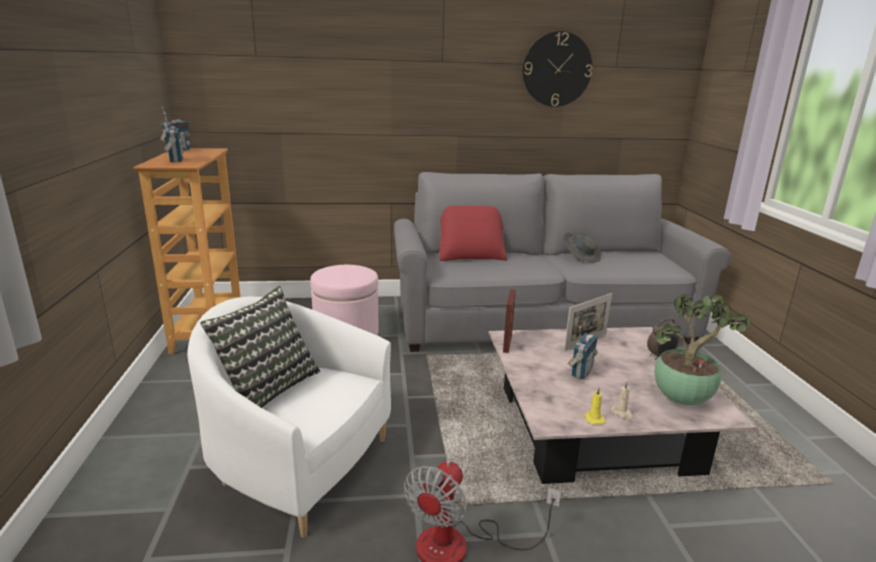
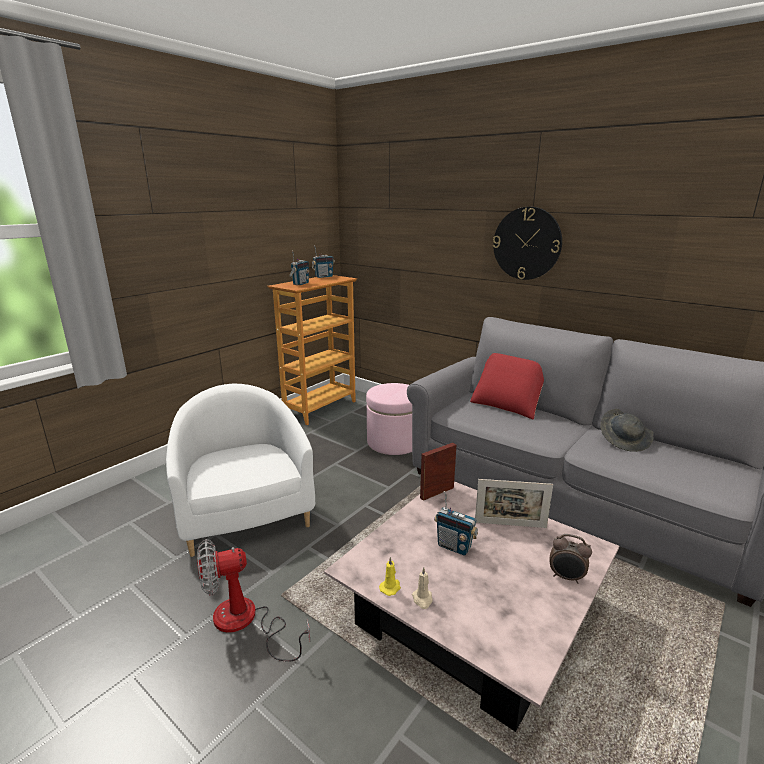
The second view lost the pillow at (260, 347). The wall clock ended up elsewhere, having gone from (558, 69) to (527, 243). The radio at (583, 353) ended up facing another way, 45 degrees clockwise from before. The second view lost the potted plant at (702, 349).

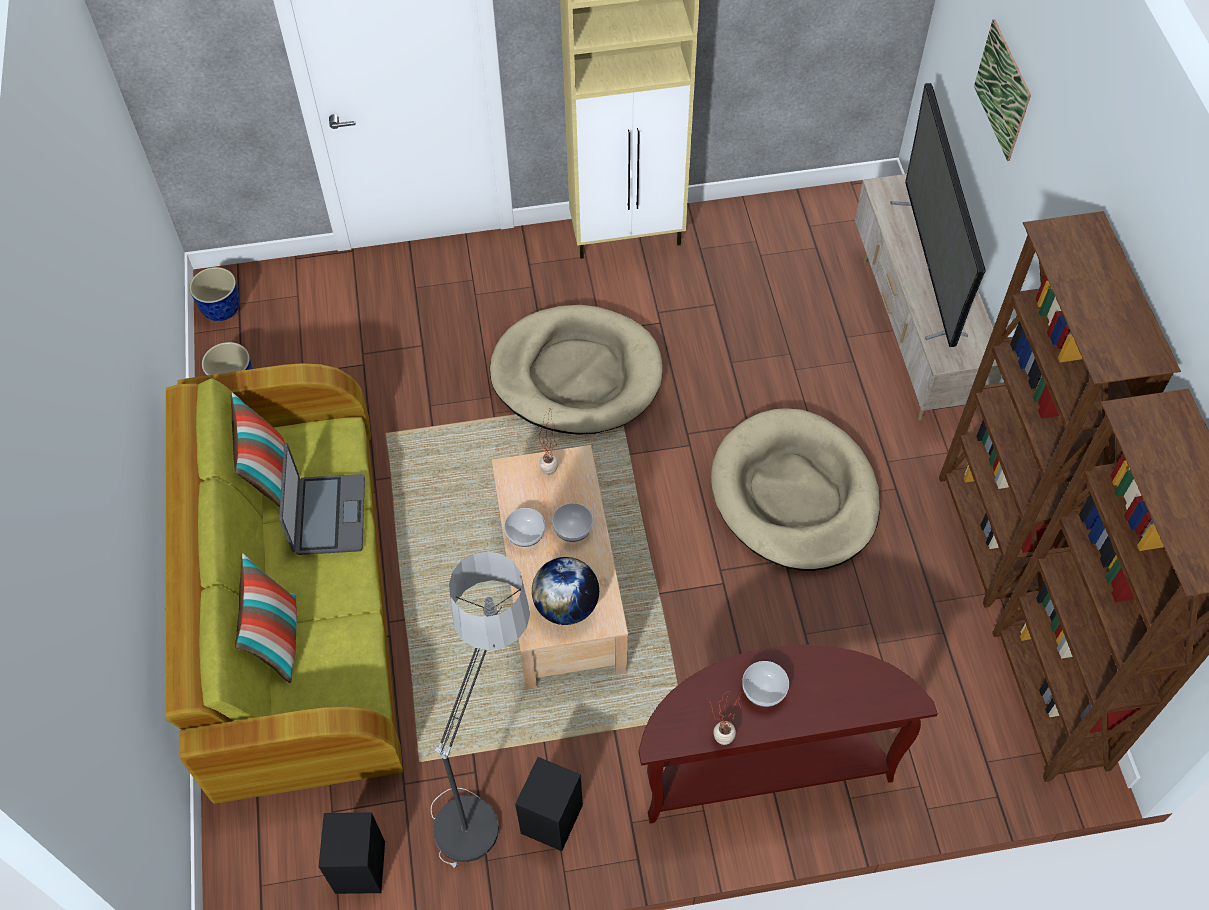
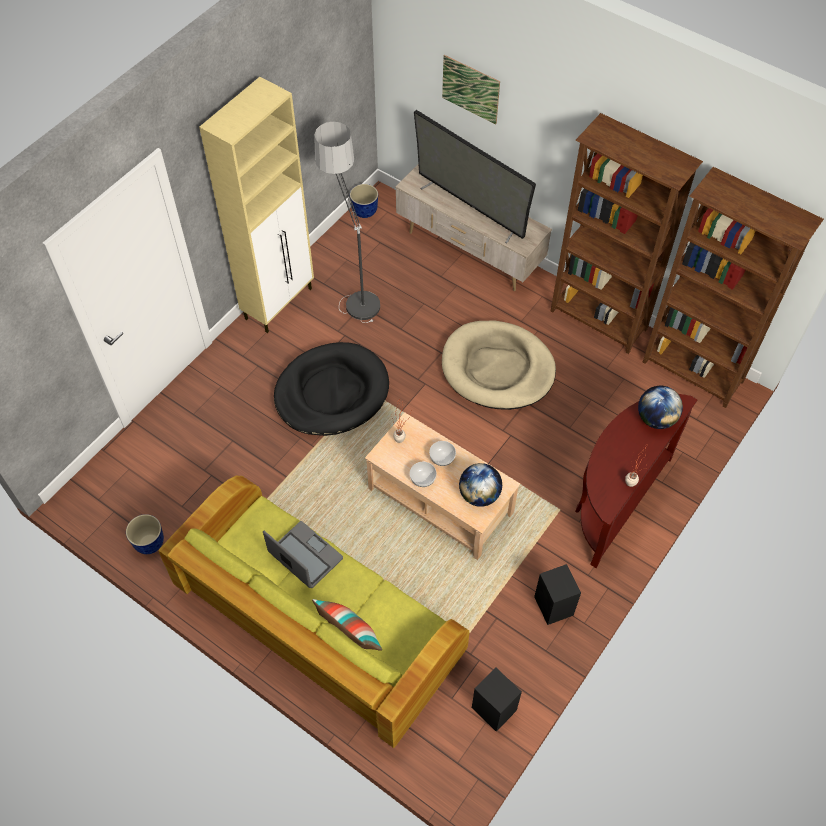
The planter ended up elsewhere, having gone from (214, 294) to (364, 201). The second view lost the pillow at (258, 450). The floor lamp ended up elsewhere, having gone from (480, 709) to (347, 222). What was the dog bed/beige at (576, 370) turned into the dog bed/black at (331, 389). The second view lost the bowl at (765, 684). The second view gained the globe at (660, 407).

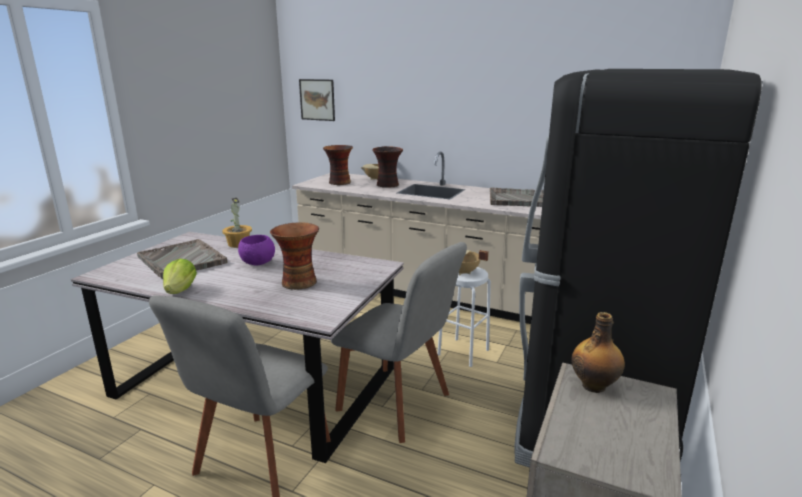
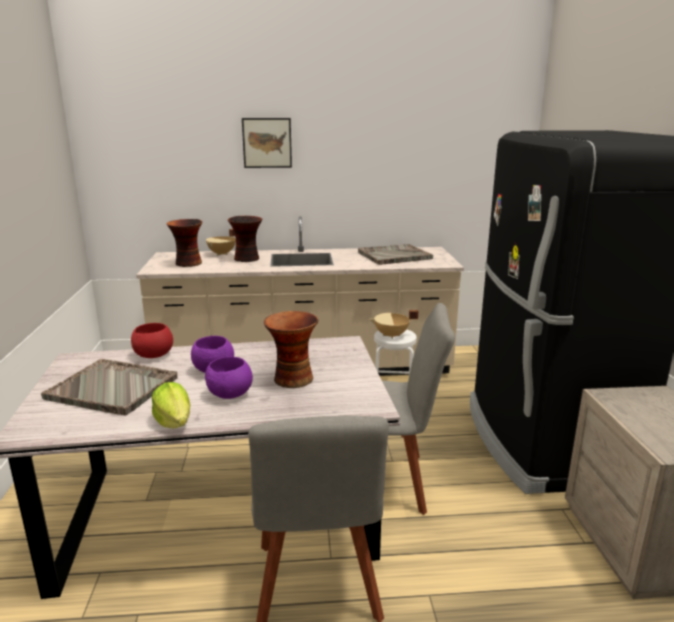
Where the potted plant stood at (237, 223), the bowl/red came to stand at (152, 340). The picture ended up elsewhere, having gone from (317, 100) to (267, 143). The second view lost the bottle at (598, 352). The second view gained the bowl/purple at (229, 378).

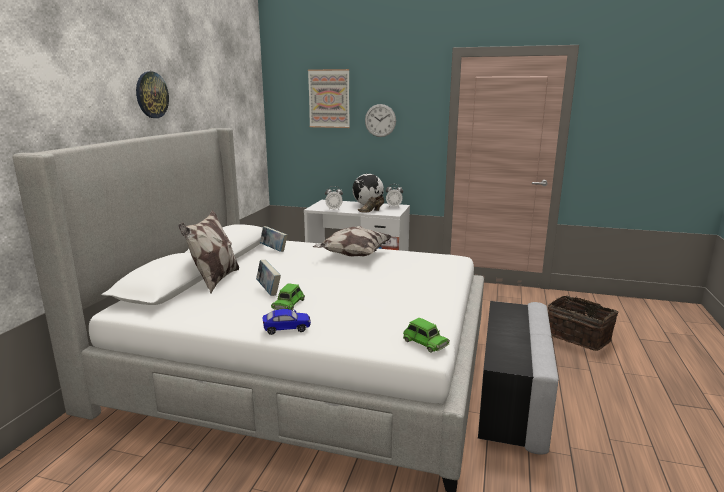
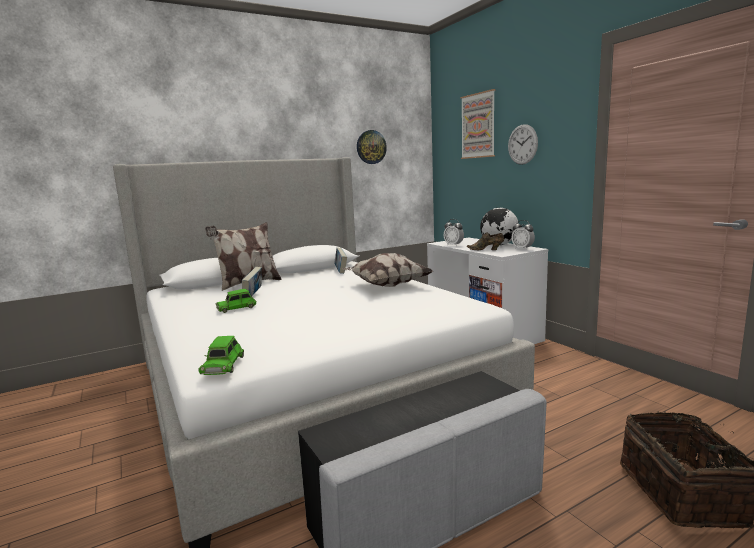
The wall clock ended up elsewhere, having gone from (152, 95) to (372, 147). The second view lost the toy car at (287, 322).

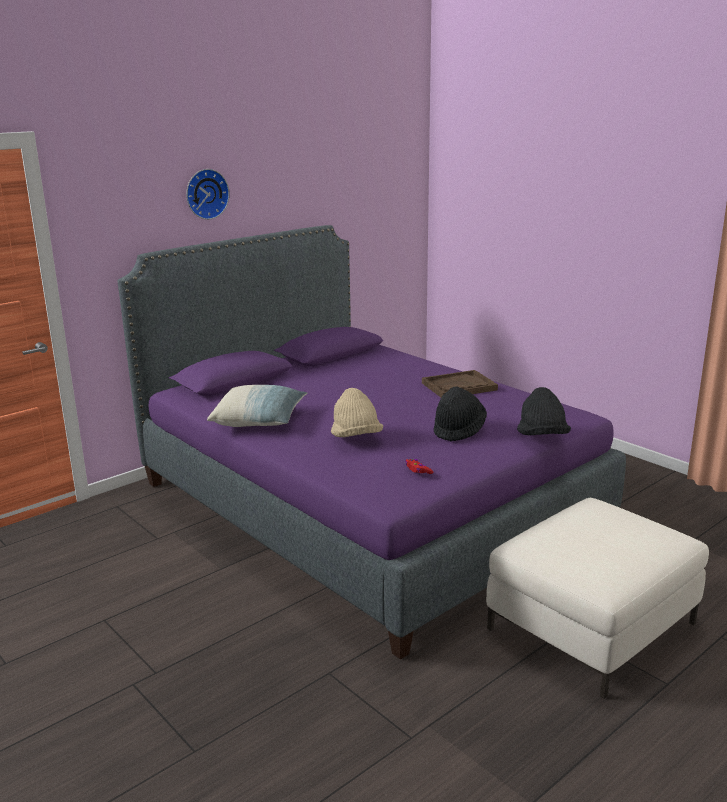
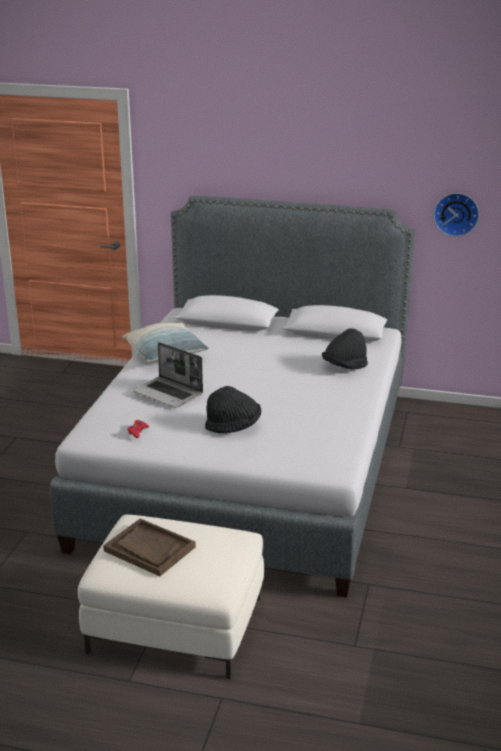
What was the bed/purple at (372, 442) turned into the bed/grey at (232, 396). The wall clock ended up elsewhere, having gone from (208, 194) to (456, 215). Where the hat/beige stood at (357, 412), the laptop came to stand at (168, 375). The tray/brown ended up elsewhere, having gone from (460, 383) to (149, 547). The hat/black ended up elsewhere, having gone from (544, 411) to (345, 348).

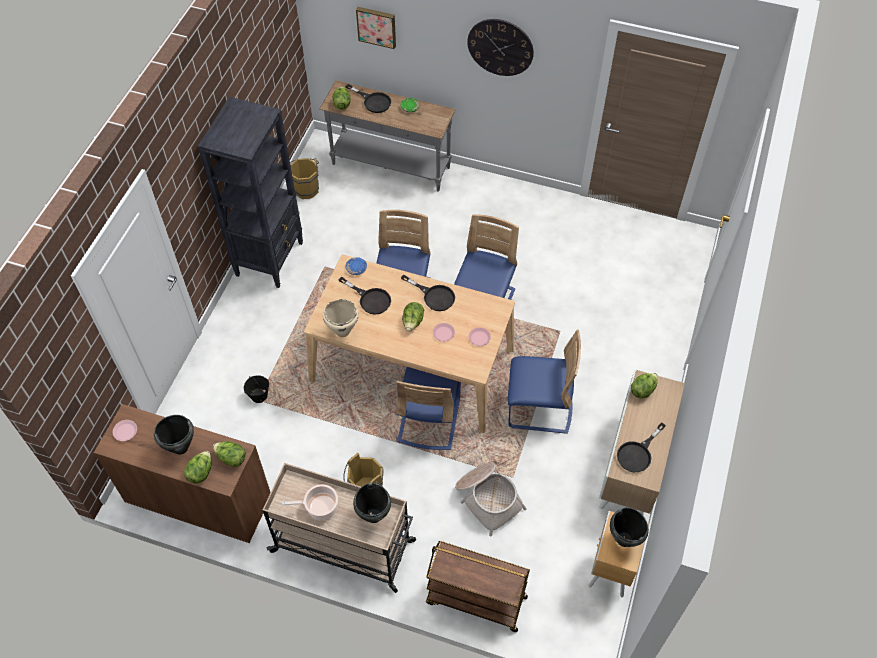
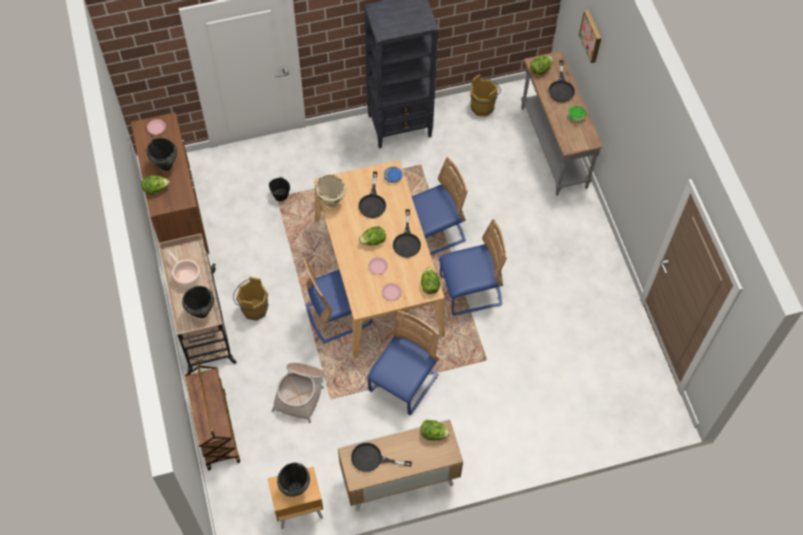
The lettuce ended up elsewhere, having gone from (229, 454) to (430, 280). The second view lost the wall clock at (500, 47). The chair/blue at (544, 382) ended up facing another way, 120 degrees counterclockwise from before.

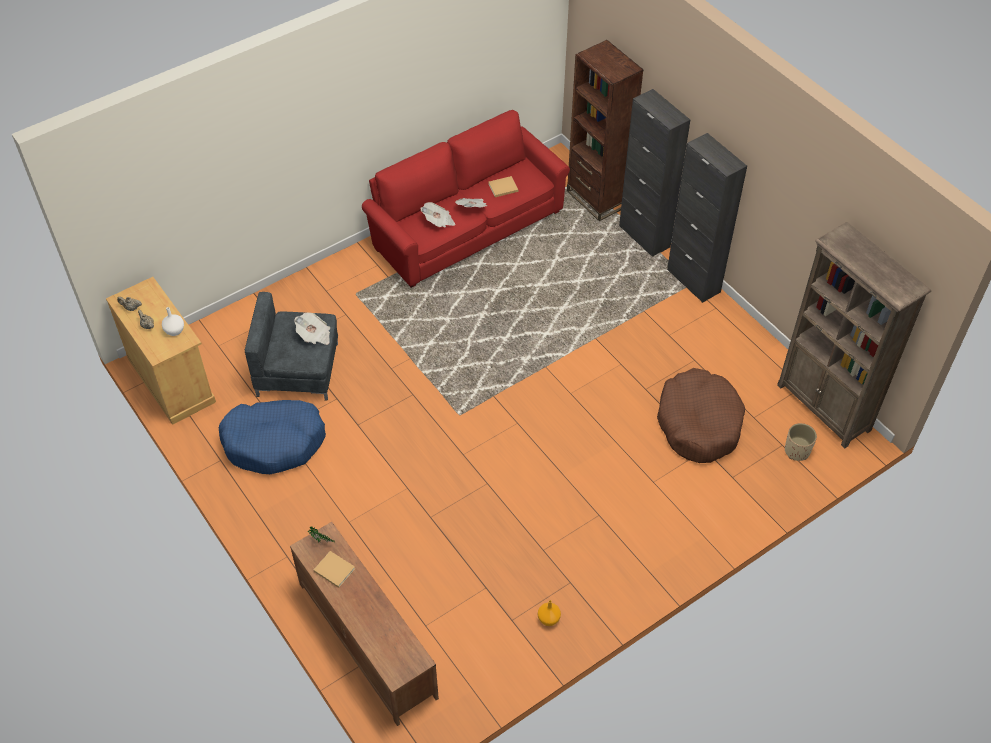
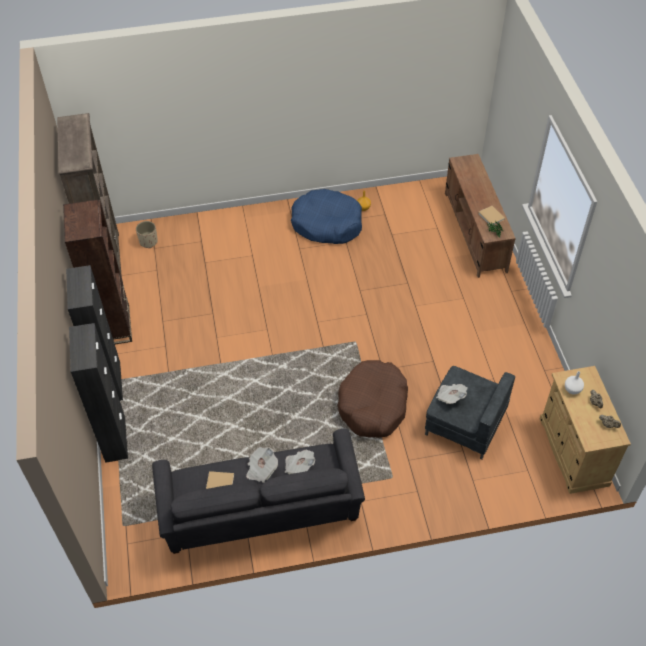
The dog bed/blue ended up elsewhere, having gone from (272, 437) to (326, 216). What was the sofa/red at (466, 199) turned into the sofa/grey at (258, 491). The bookcase/brown ended up elsewhere, having gone from (605, 130) to (97, 271). The dog bed/brown ended up elsewhere, having gone from (701, 415) to (373, 399).

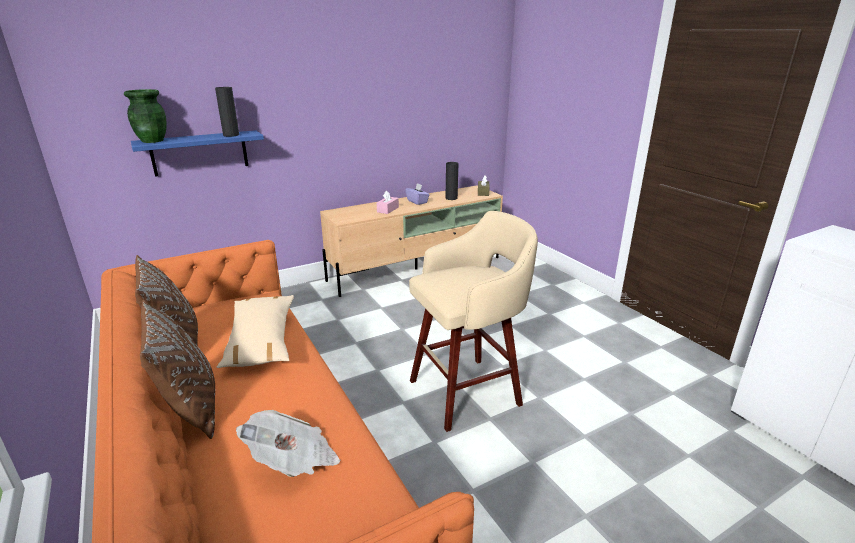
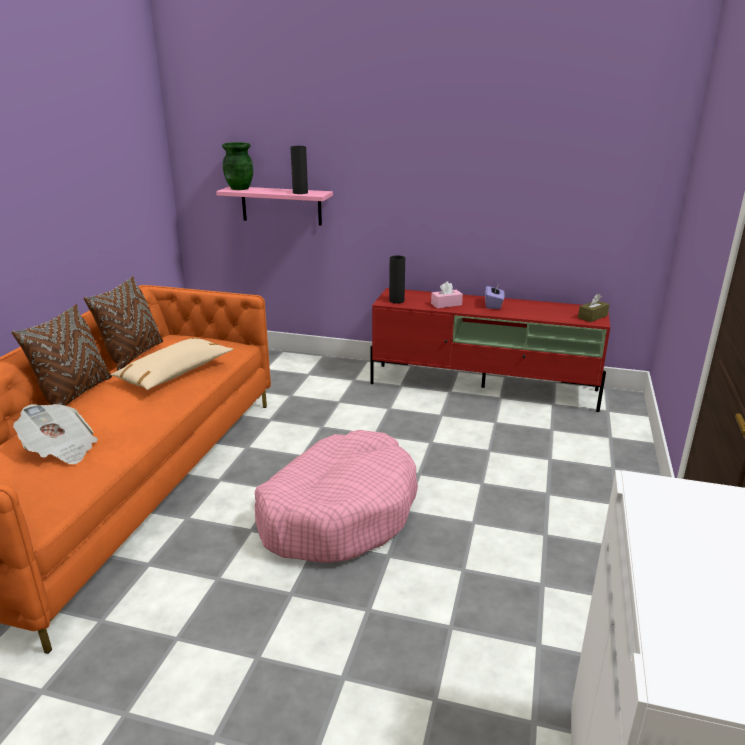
What was the shelf/blue at (197, 153) turned into the shelf/pink at (274, 205). What was the tv stand/beige at (411, 241) turned into the tv stand/red at (490, 350). Where the stool/beige stood at (473, 321), the dog bed/pink came to stand at (336, 496). The vase/black ended up elsewhere, having gone from (451, 181) to (397, 279).

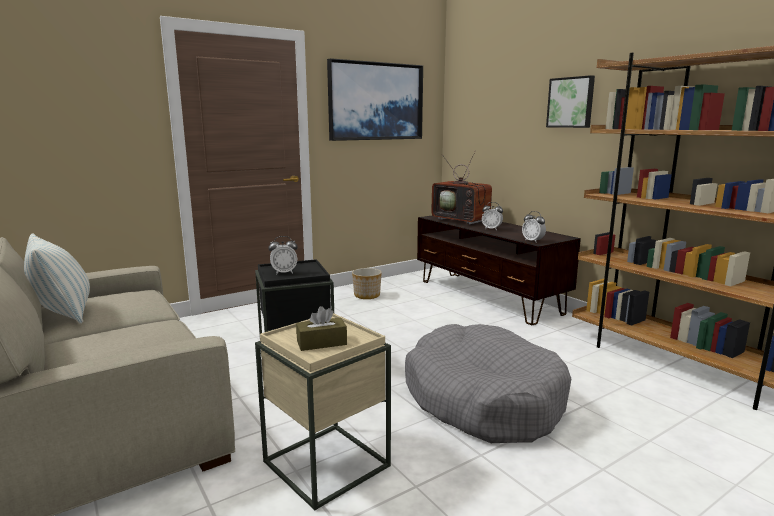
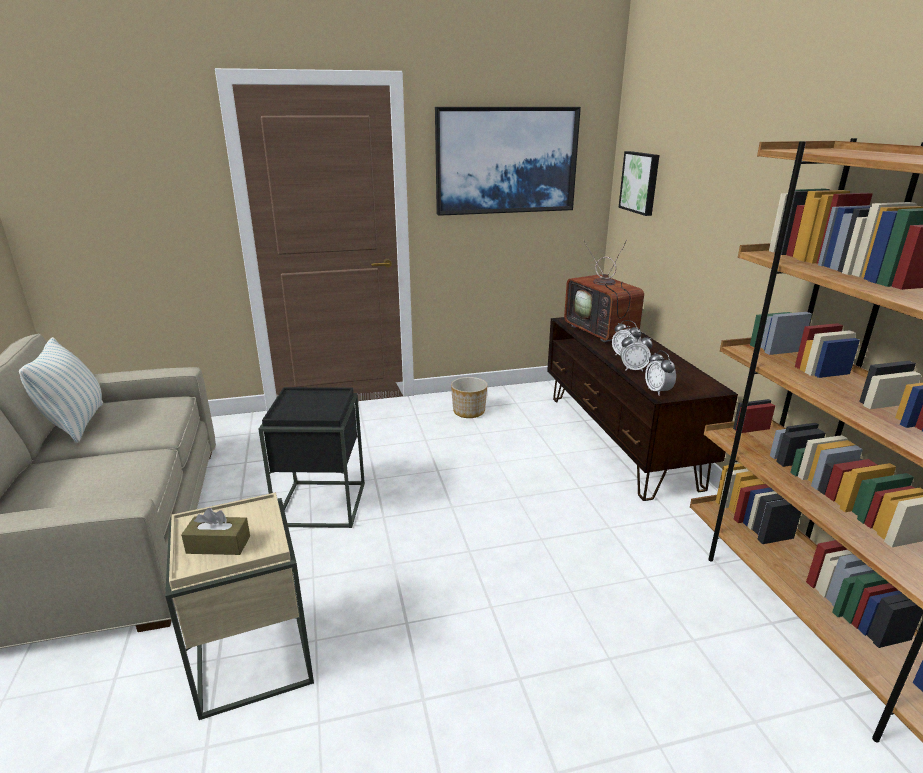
The alarm clock ended up elsewhere, having gone from (283, 255) to (636, 352). The second view lost the dog bed/grey at (488, 383). The picture ended up elsewhere, having gone from (570, 101) to (638, 183).

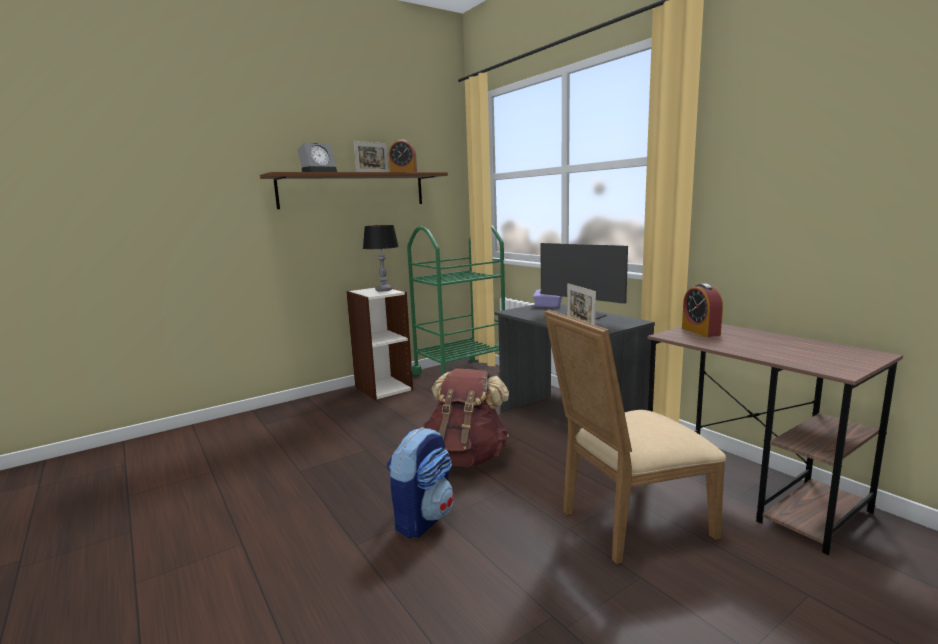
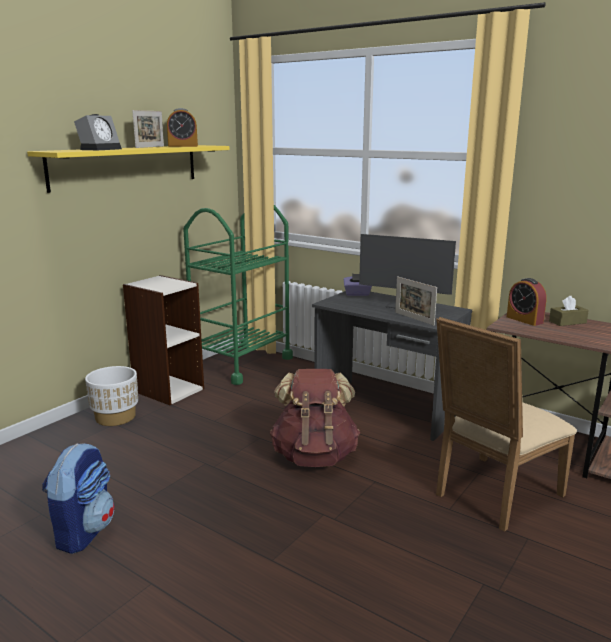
What was the shelf/brown at (354, 190) turned into the shelf/yellow at (128, 169). The second view lost the table lamp at (381, 258). The backpack ended up elsewhere, having gone from (420, 482) to (78, 498). The second view gained the planter/white at (111, 396). The second view gained the tissue box/brown at (569, 311).

